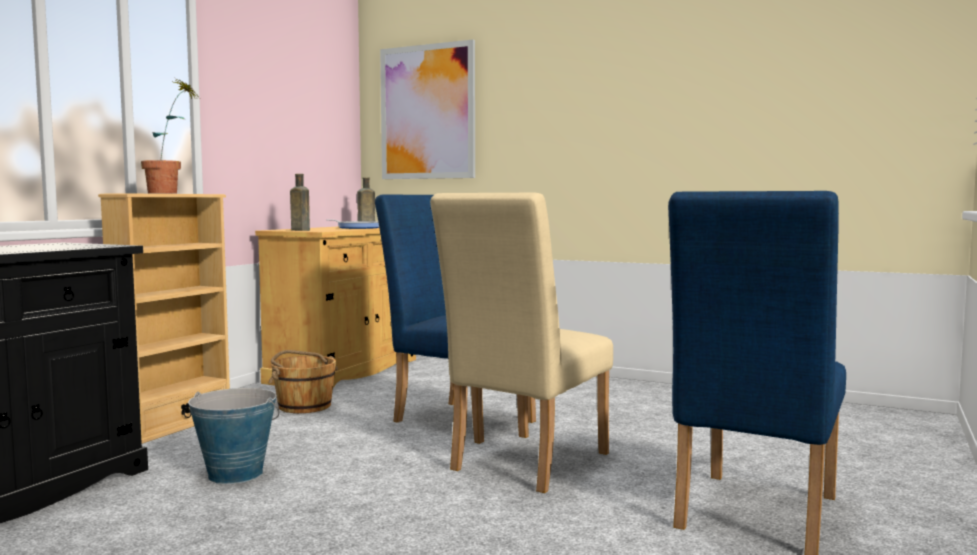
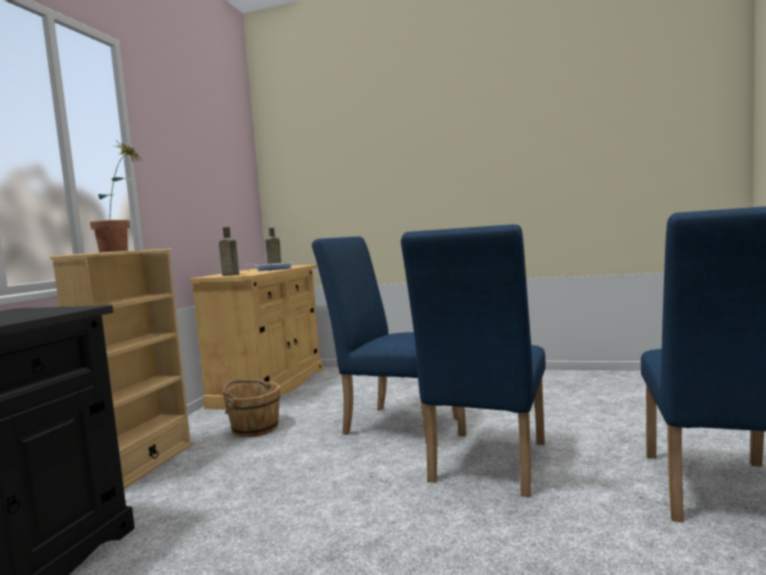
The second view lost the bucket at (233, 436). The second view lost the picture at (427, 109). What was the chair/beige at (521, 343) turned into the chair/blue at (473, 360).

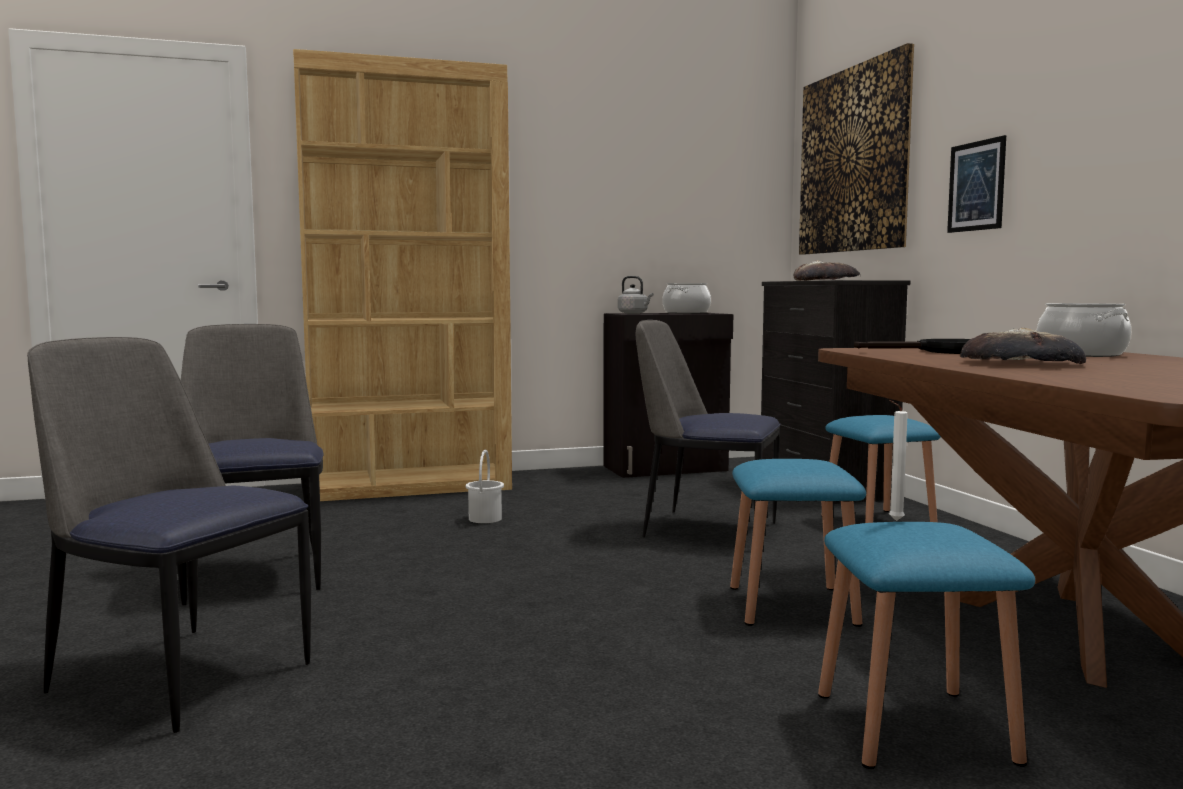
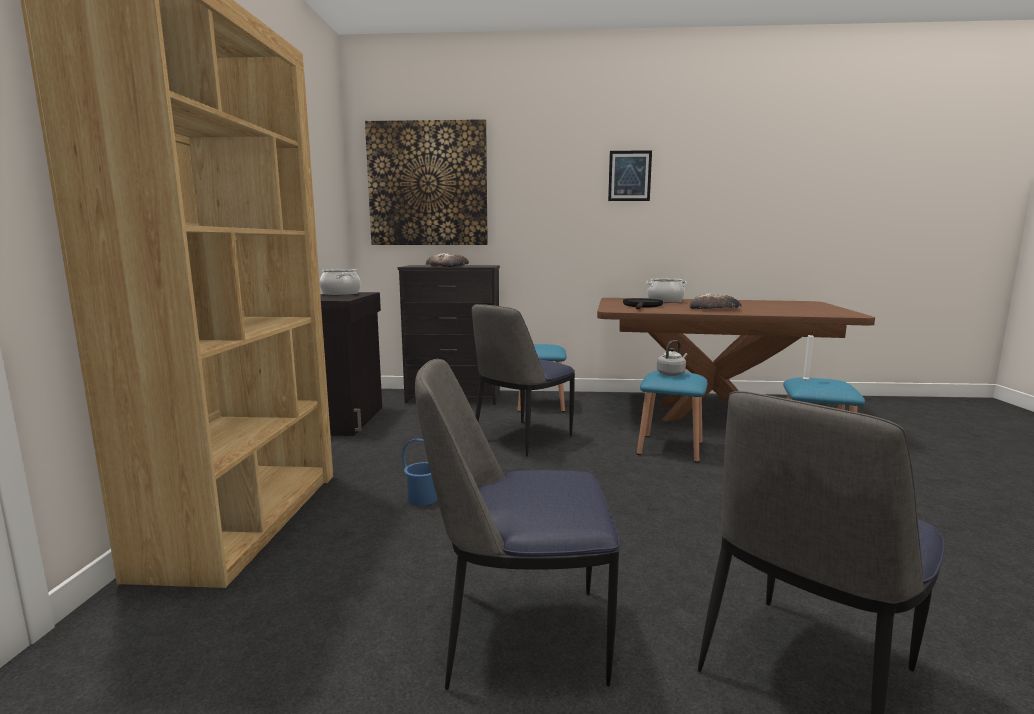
What was the bucket/white at (484, 486) turned into the bucket/blue at (419, 472). The kettle/grey ended up elsewhere, having gone from (635, 295) to (672, 358). The picture ended up elsewhere, having gone from (976, 184) to (630, 175).

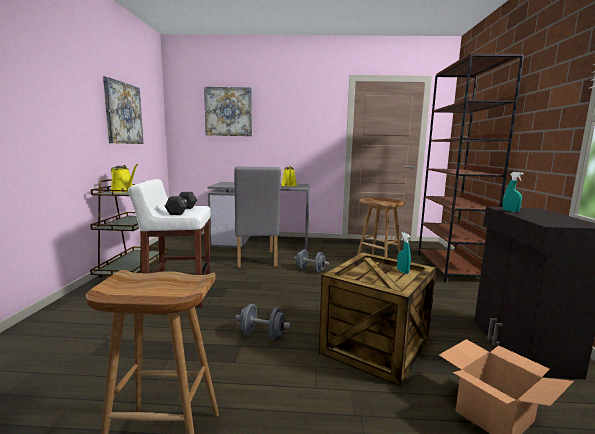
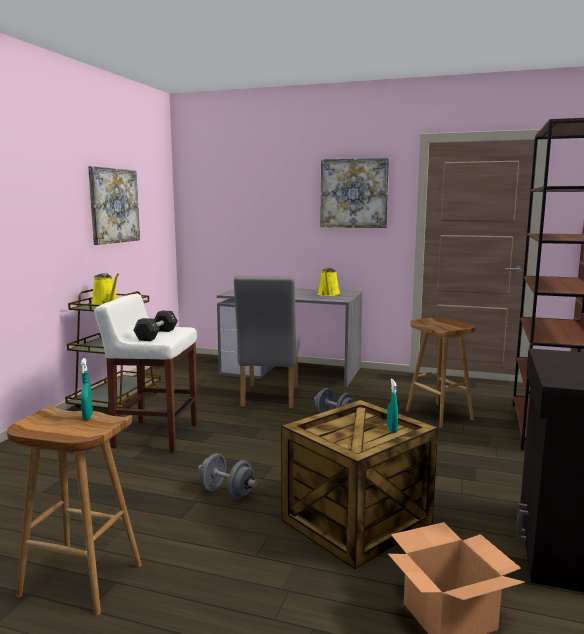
The picture ended up elsewhere, having gone from (228, 111) to (354, 193). The spray bottle/turquoise ended up elsewhere, having gone from (513, 192) to (87, 389).

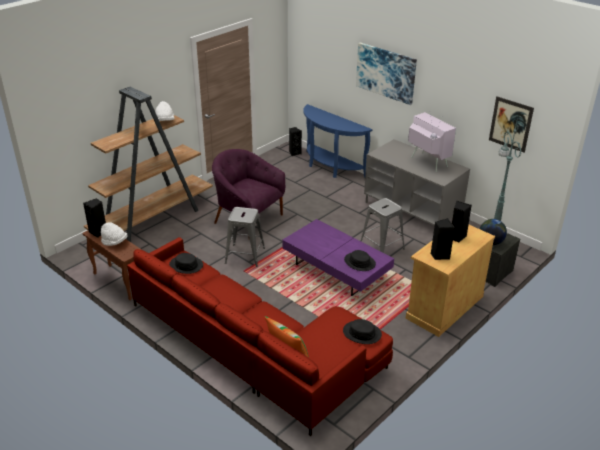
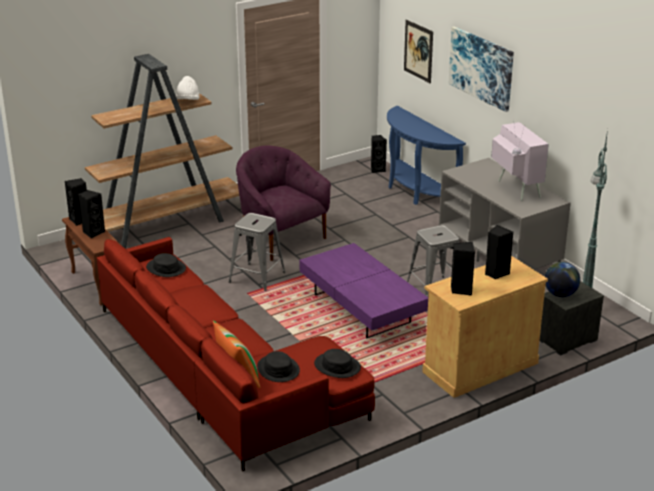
Where the hat/white stood at (114, 234), the speaker/black came to stand at (92, 214). The hat/black ended up elsewhere, having gone from (360, 260) to (278, 366). The picture ended up elsewhere, having gone from (511, 124) to (418, 51).

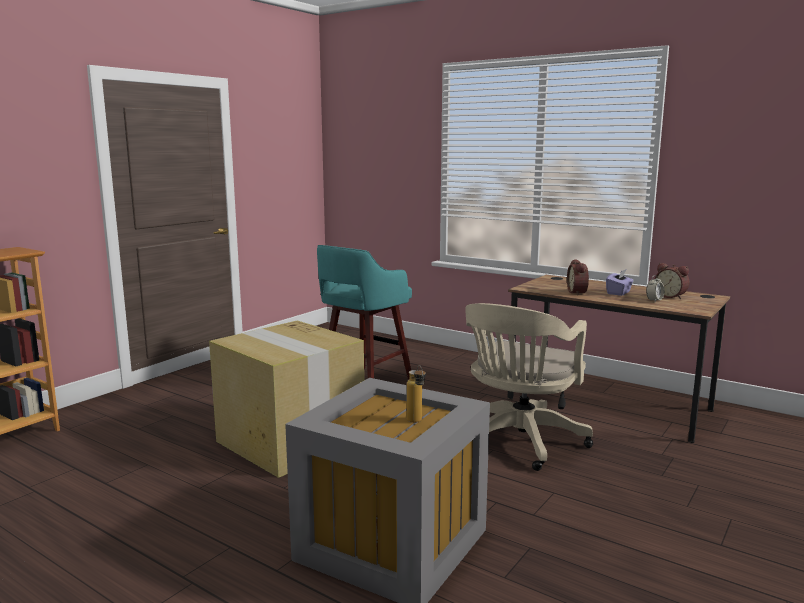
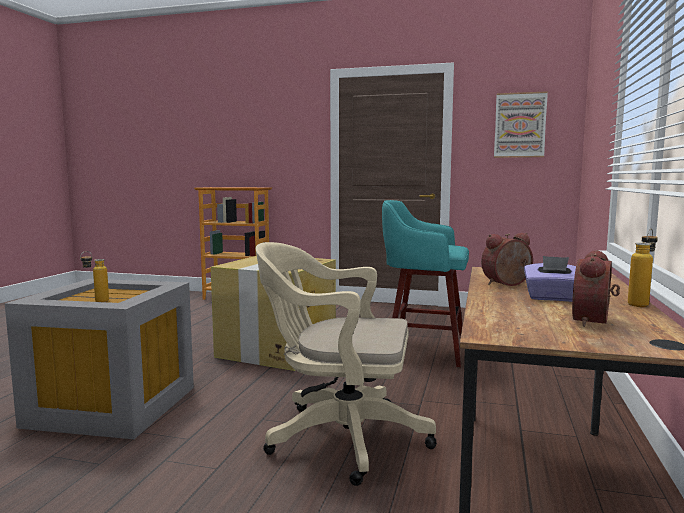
The second view lost the alarm clock at (655, 288). The second view gained the picture at (521, 124). The second view gained the bottle at (643, 267).

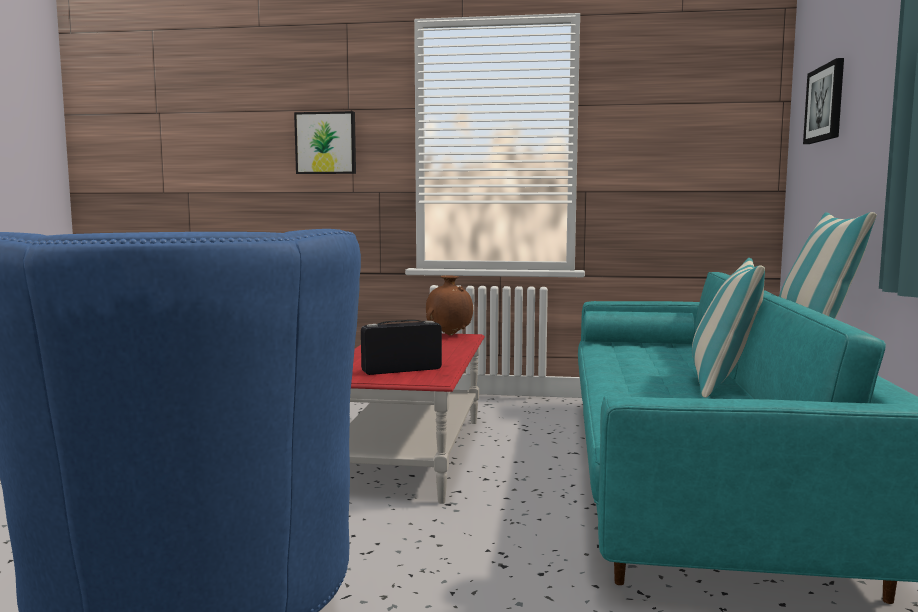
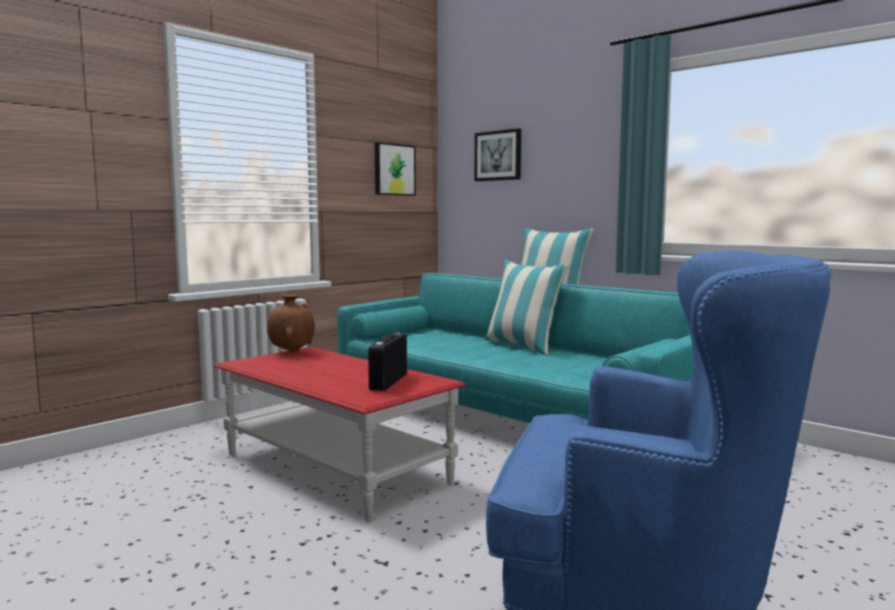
The picture ended up elsewhere, having gone from (325, 142) to (395, 169).

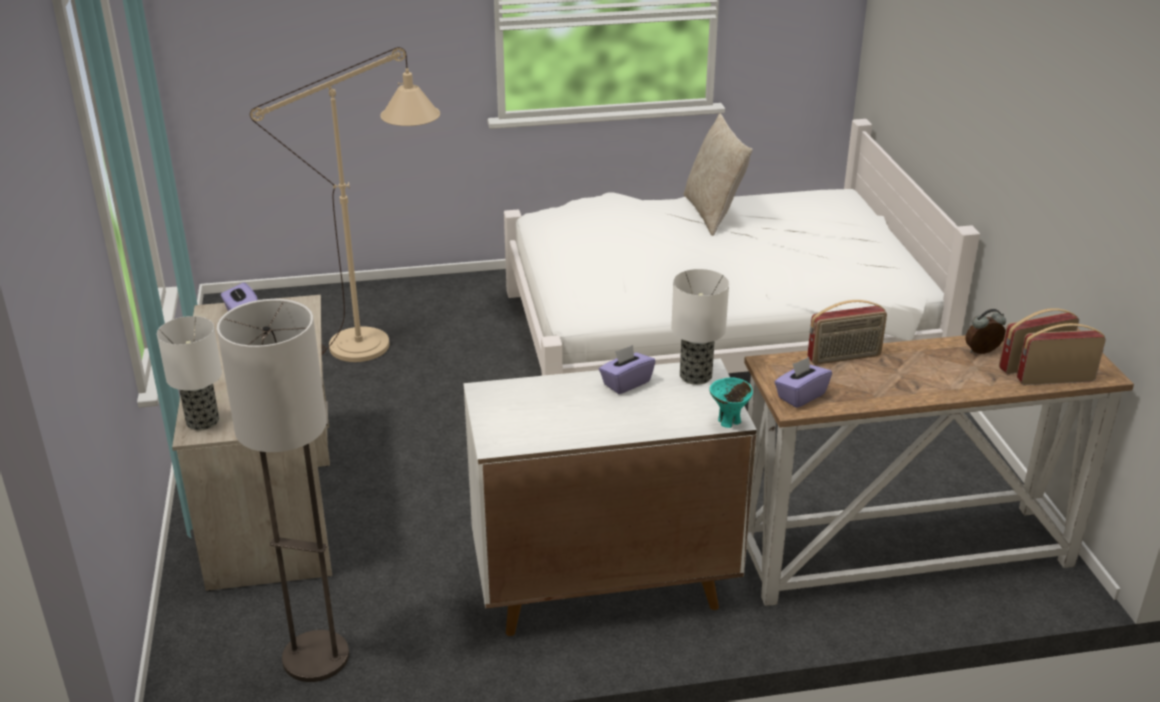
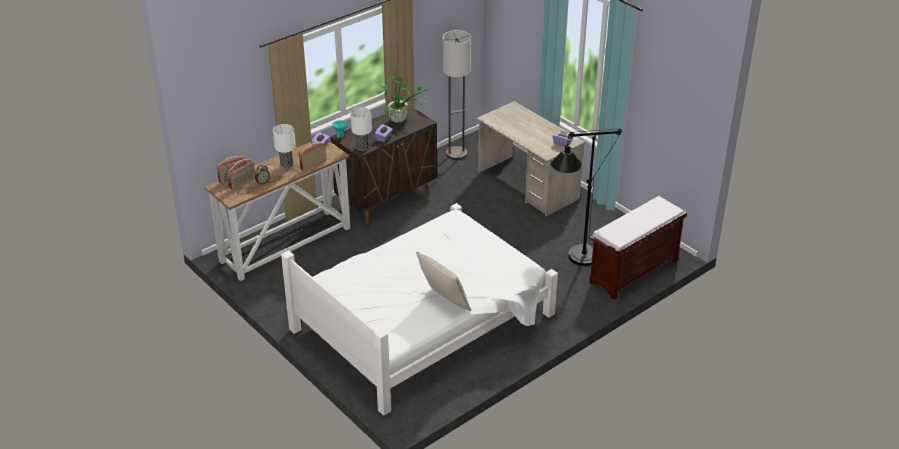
The table lamp ended up elsewhere, having gone from (189, 373) to (284, 146). What was the floor lamp/beige at (345, 204) turned into the floor lamp/black at (586, 197). What was the cabinet/white at (610, 497) turned into the cabinet/brown at (383, 164). The second view gained the potted plant at (404, 98). The second view gained the bench/brown at (638, 248).

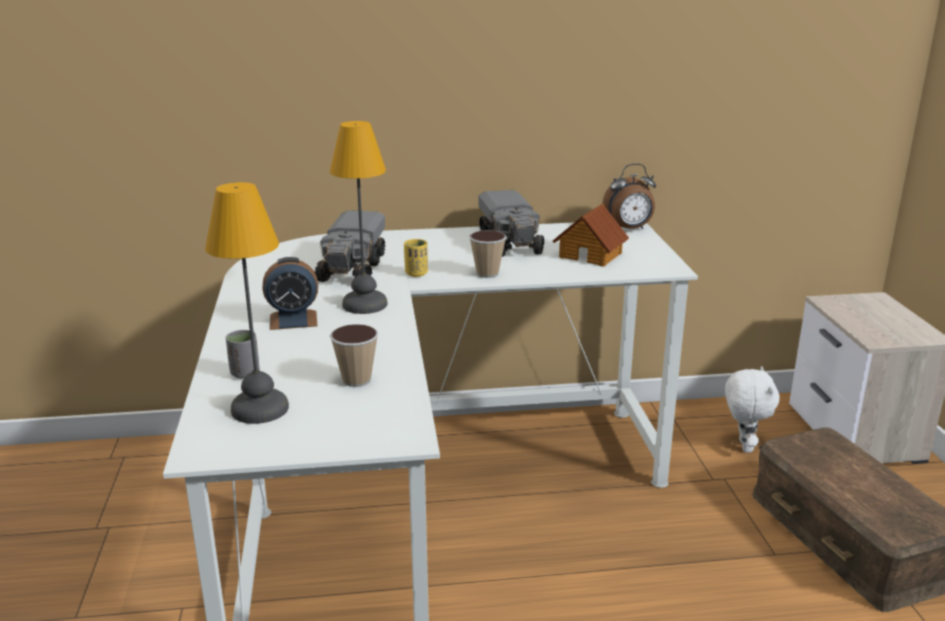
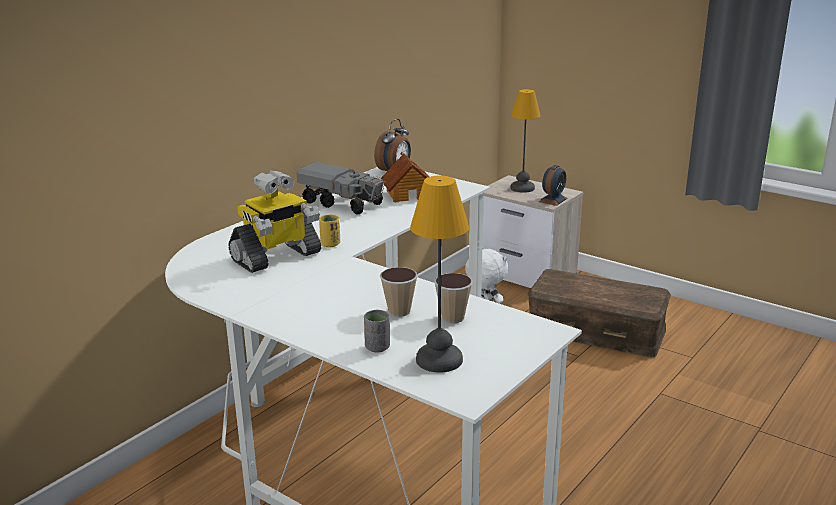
The alarm clock ended up elsewhere, having gone from (290, 293) to (553, 185). Where the toy truck stood at (350, 246), the toy robot came to stand at (275, 221). The table lamp ended up elsewhere, having gone from (358, 217) to (525, 141). The cup ended up elsewhere, having gone from (487, 254) to (399, 292).

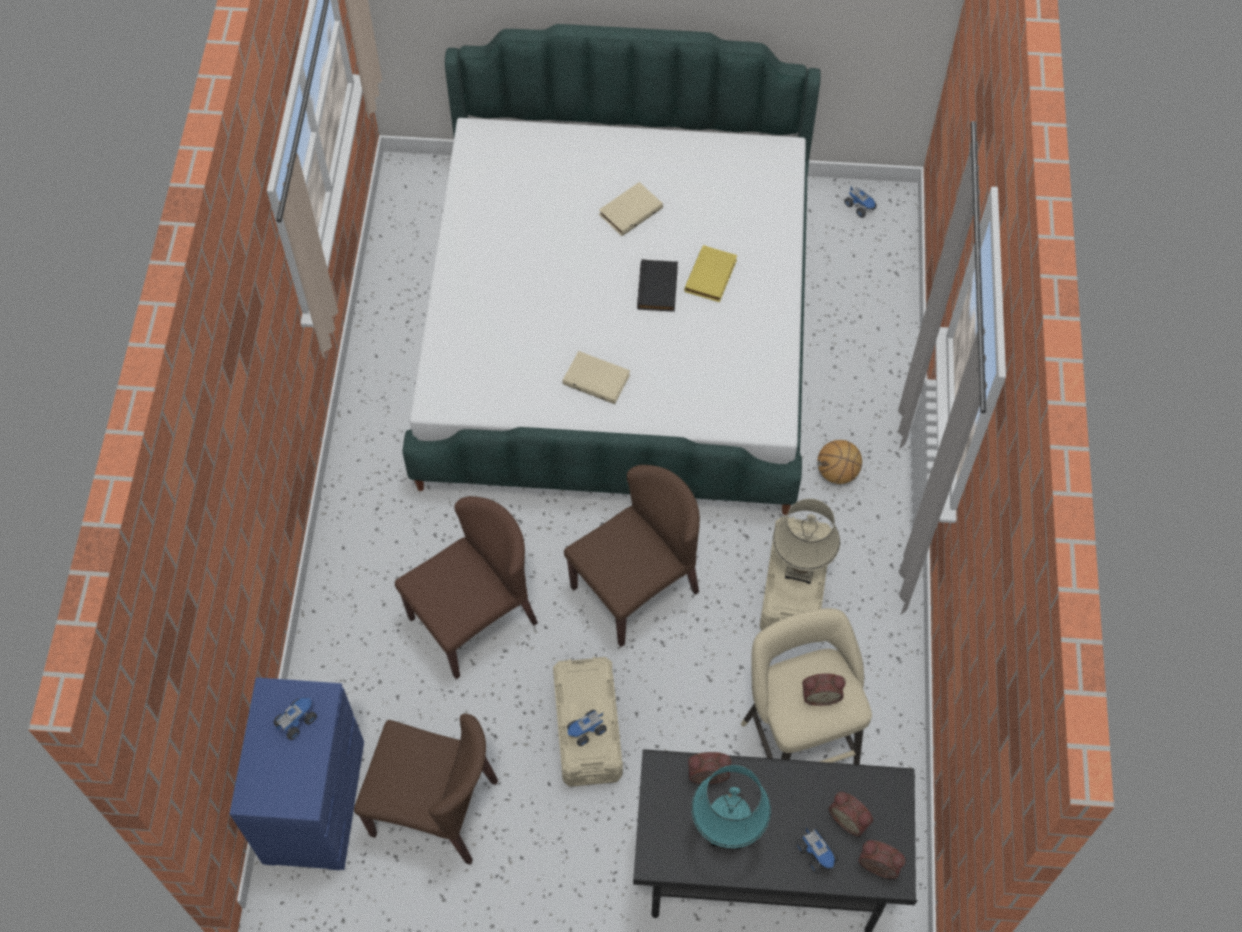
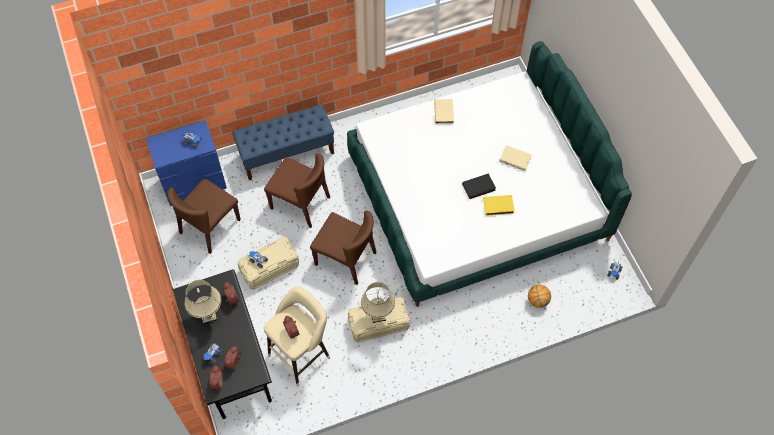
The chair/brown at (426, 789) ended up facing another way, 45 degrees clockwise from before. The book/beige ended up elsewhere, having gone from (596, 377) to (444, 111). What was the table lamp/turquoise at (731, 807) turned into the table lamp/beige at (202, 302). The basketball ended up elsewhere, having gone from (839, 462) to (539, 296). The second view gained the bench/blue at (283, 142).

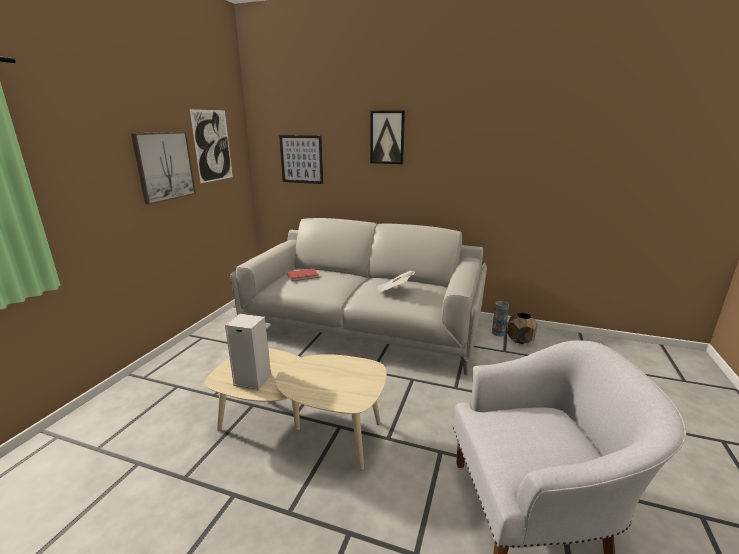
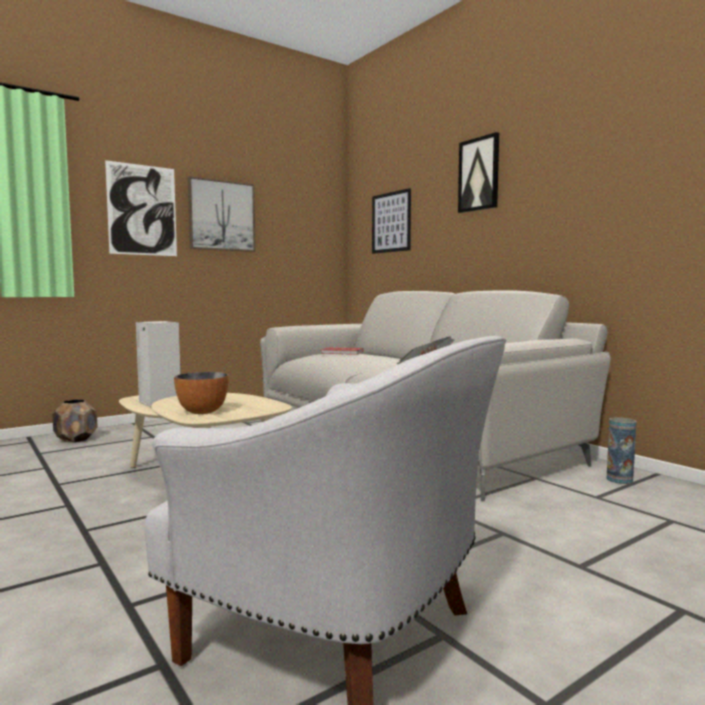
The picture ended up elsewhere, having gone from (211, 146) to (141, 208). The planter/brown ended up elsewhere, having gone from (522, 328) to (75, 421). The second view gained the bowl at (201, 393).

